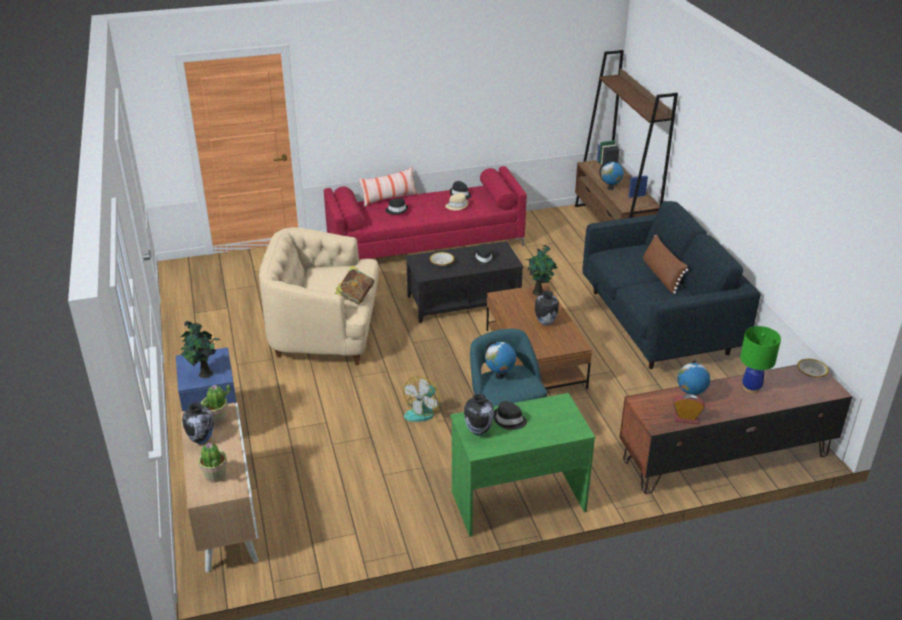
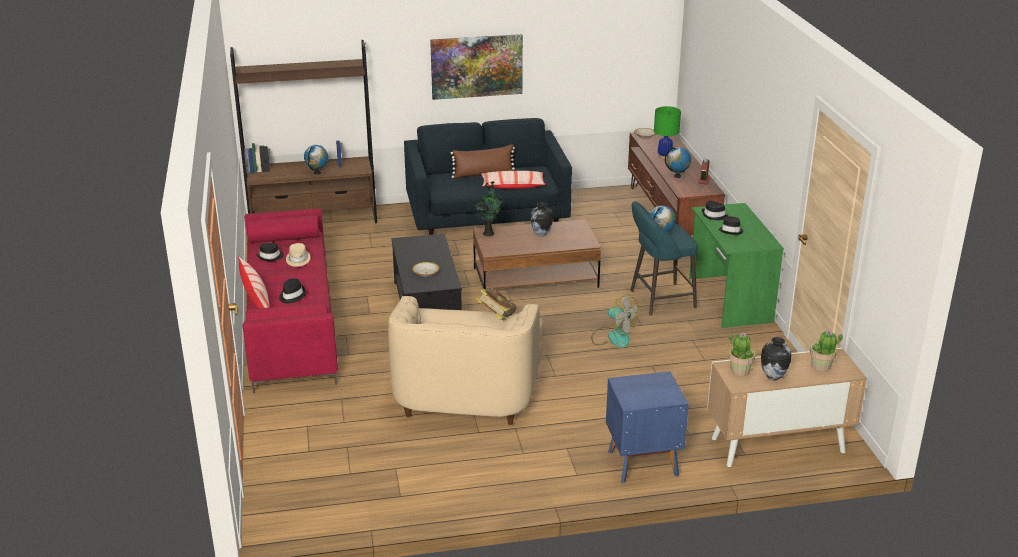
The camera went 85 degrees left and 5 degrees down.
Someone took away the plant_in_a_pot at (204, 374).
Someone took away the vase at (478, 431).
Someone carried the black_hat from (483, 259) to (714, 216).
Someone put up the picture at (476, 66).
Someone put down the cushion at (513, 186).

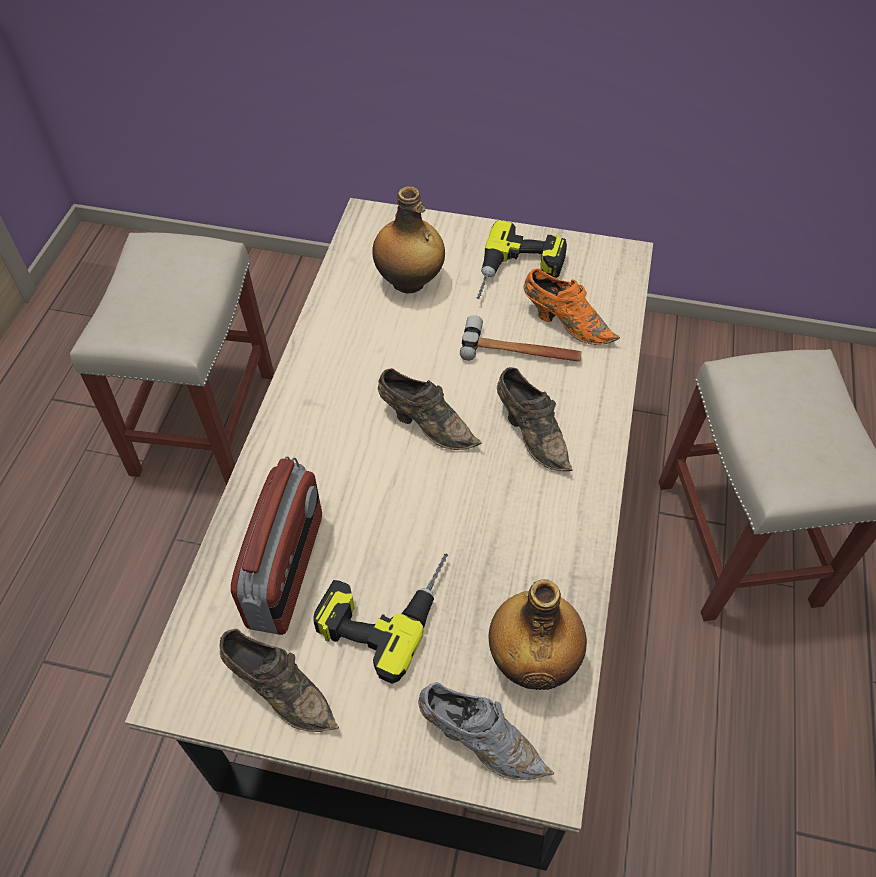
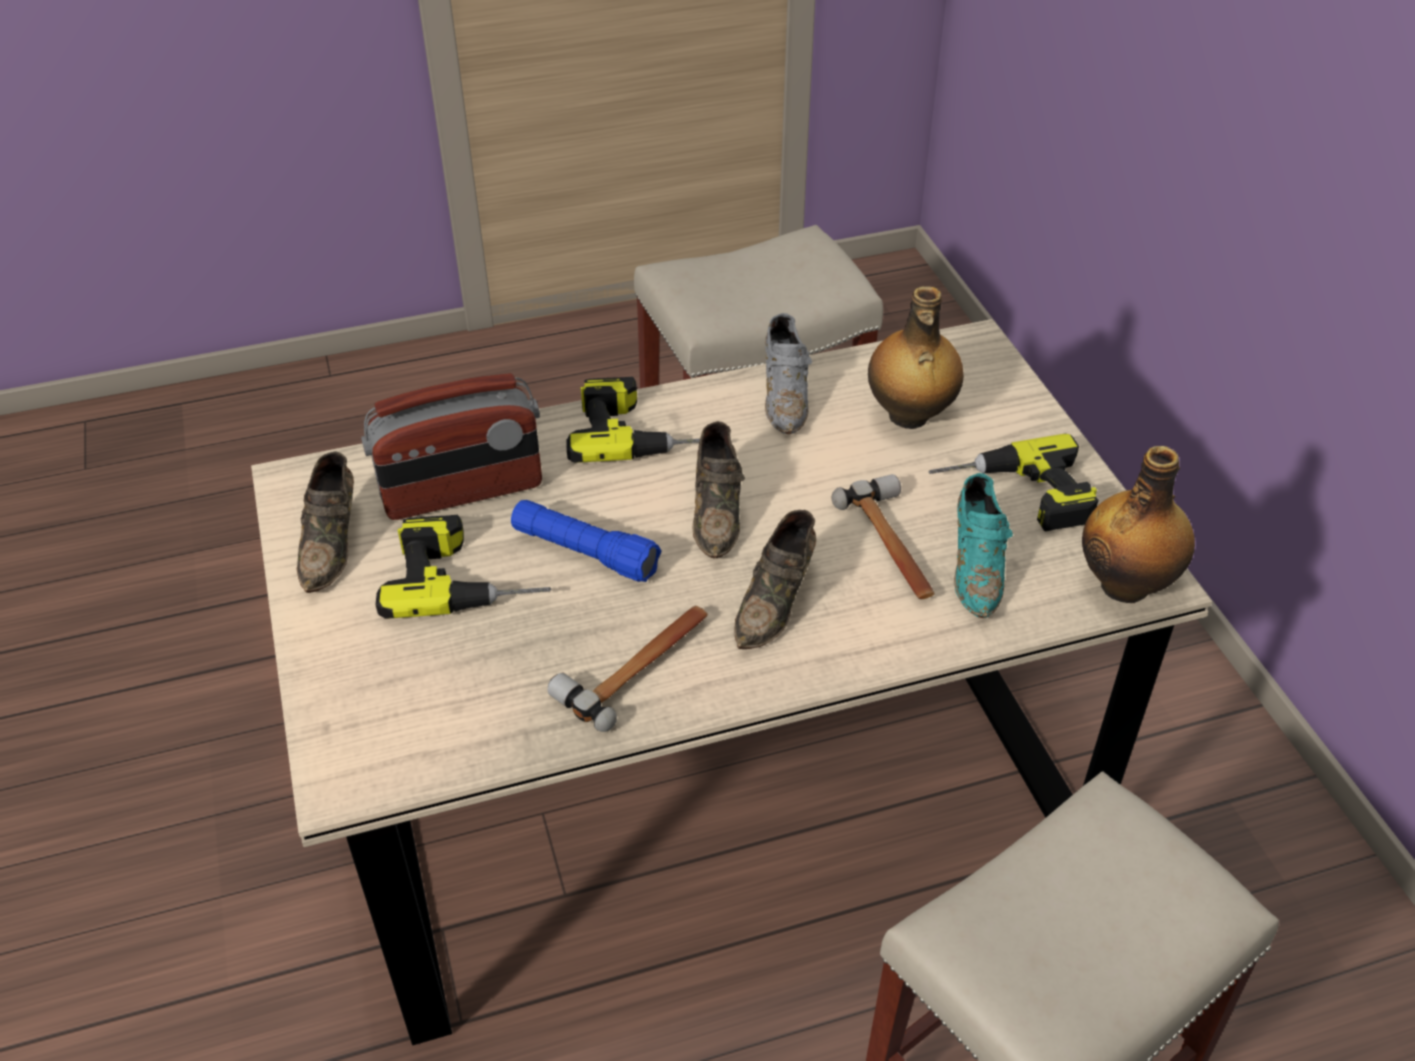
The camera went 60 degrees right and 10 degrees down.
Someone carried the greyish_item_of_footwear from (479, 739) to (785, 396).
Someone carried the beverage_bottle from (533, 660) to (1126, 584).
Someone repainted the orange_item_of_footwear at (565, 323), which became the turquoise-coloured_item_of_footwear at (976, 567).
Someone put down the blue_hand_torch at (585, 553).
Someone put down the hammer at (638, 665).
Someone put down the drill at (643, 430).

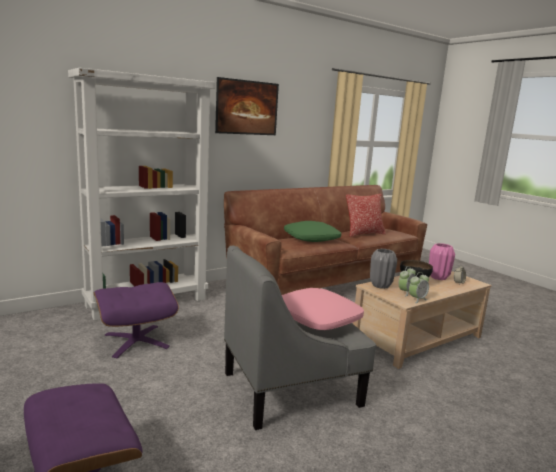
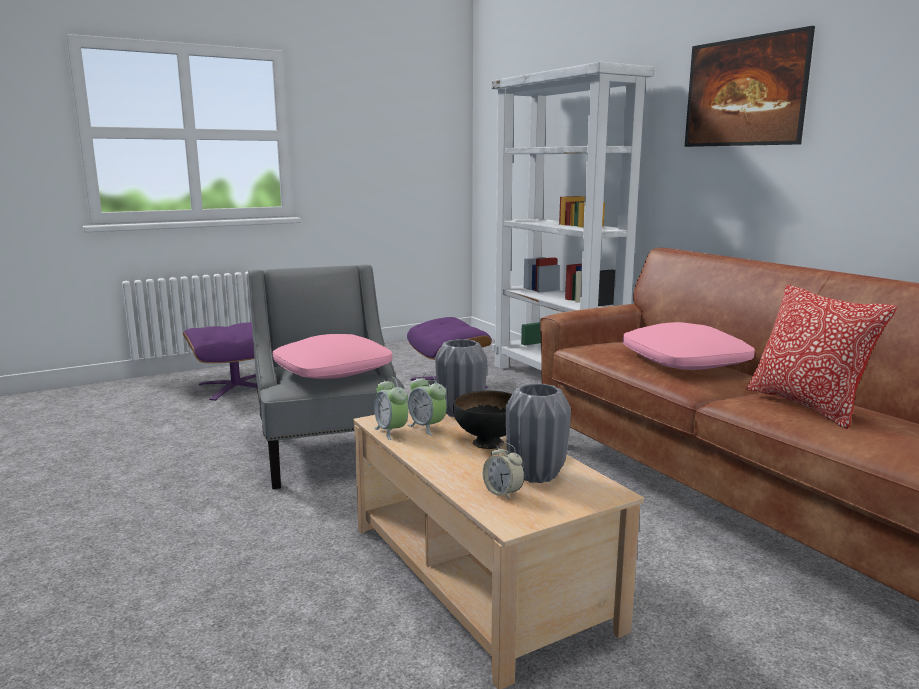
The camera went 95 degrees right and 0 degrees up.
Someone repainted the greenish_cushion at (311, 238), which became the pink_cushion at (685, 362).
Someone repainted the pink_vase at (438, 277), which became the greyish_vase at (535, 475).

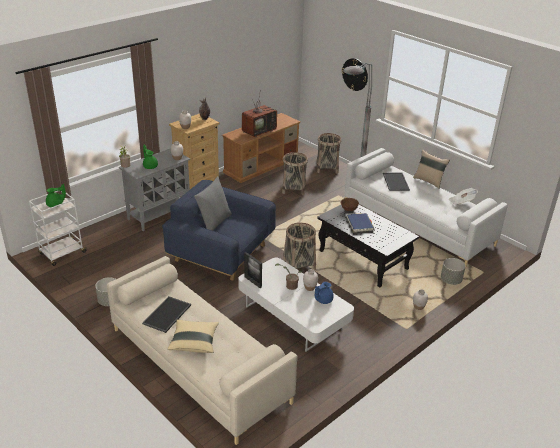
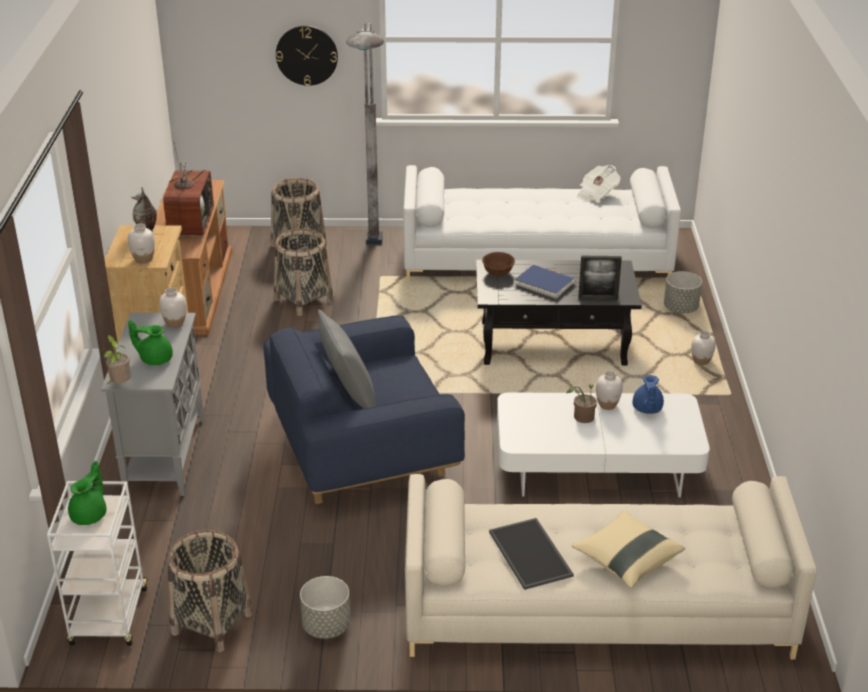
The camera went 45 degrees left and 0 degrees up.
Someone carried the standing_frame from (253, 282) to (598, 299).
Someone carried the basket from (299, 265) to (211, 623).
Someone took away the tray at (395, 181).
Someone took away the sand-coloured_cushion at (429, 181).

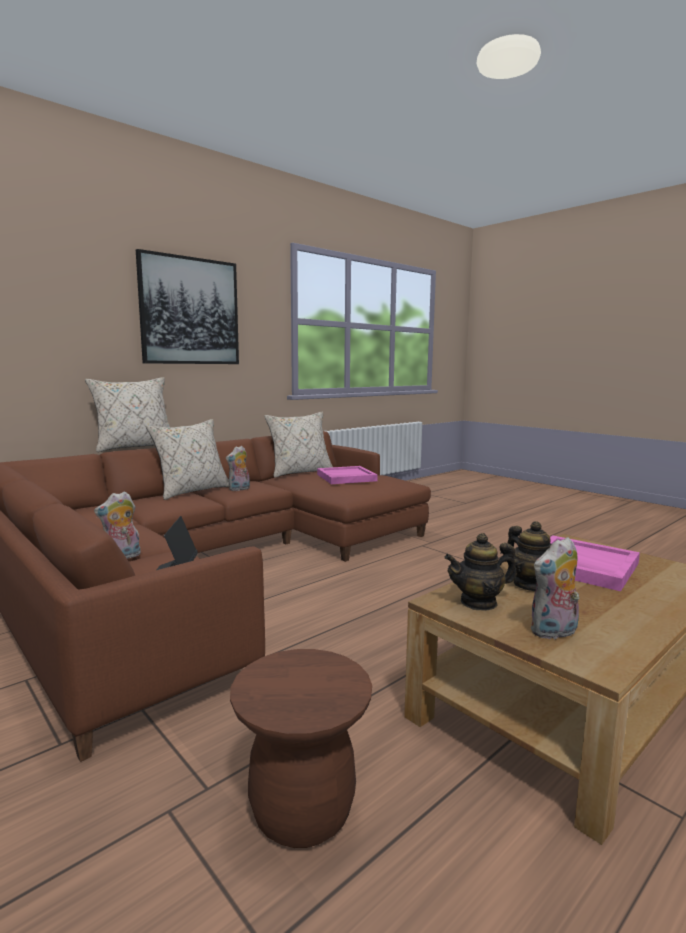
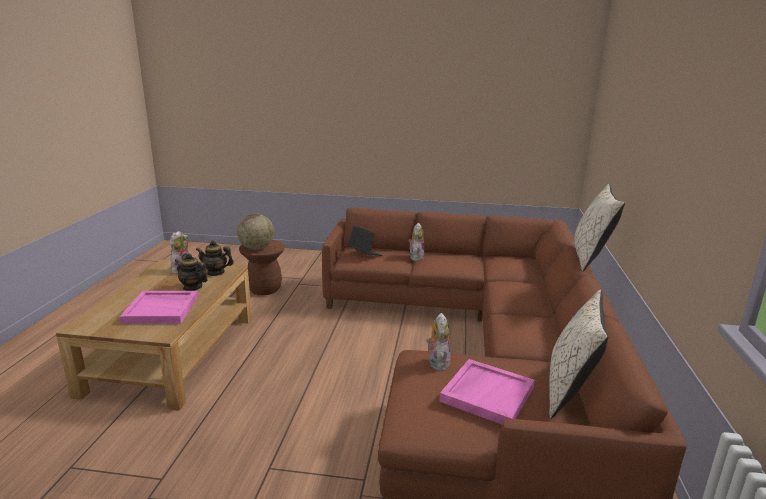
The camera went 140 degrees right and 10 degrees up.
Someone took away the picture at (190, 311).
Someone took away the sand-coloured_cushion at (191, 491).
Someone carried the soft_toy from (239, 489) to (437, 362).
Someone rotated the tea_pot at (479, 602) by 120 degrees counterclockwise.
Someone put down the world_globe at (256, 248).

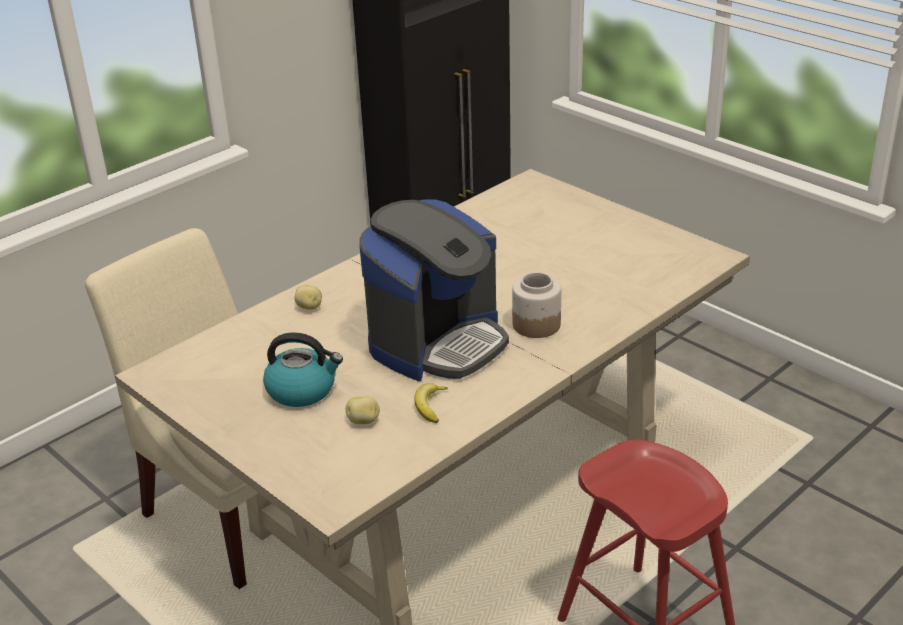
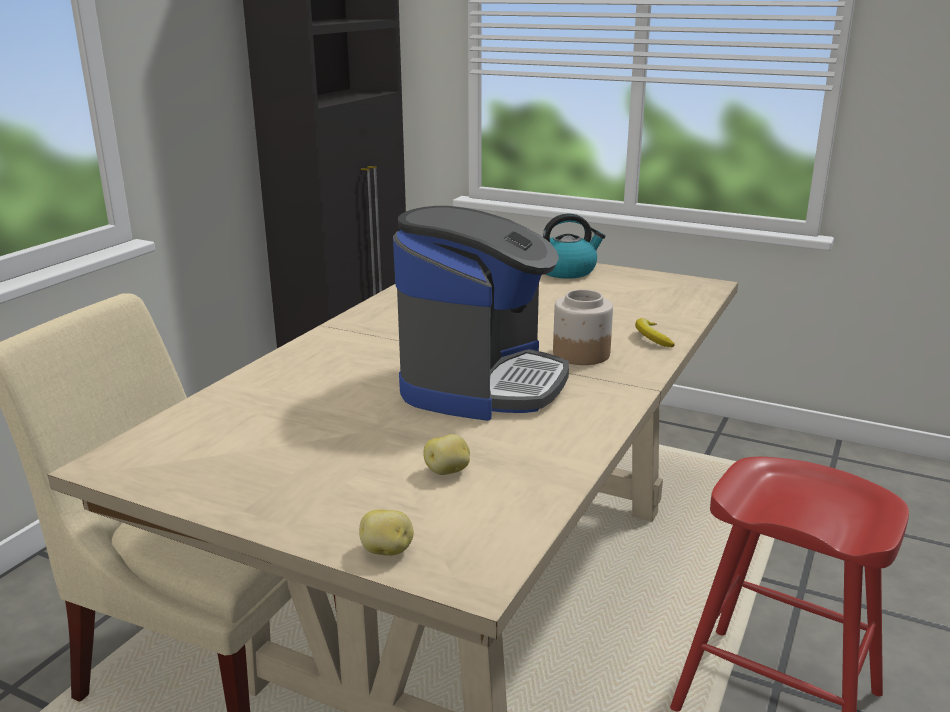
The camera went 20 degrees left and 10 degrees down.
Someone carried the kettle from (302, 390) to (567, 271).
Someone carried the spud from (309, 307) to (387, 551).
Someone carried the banana from (429, 406) to (651, 338).

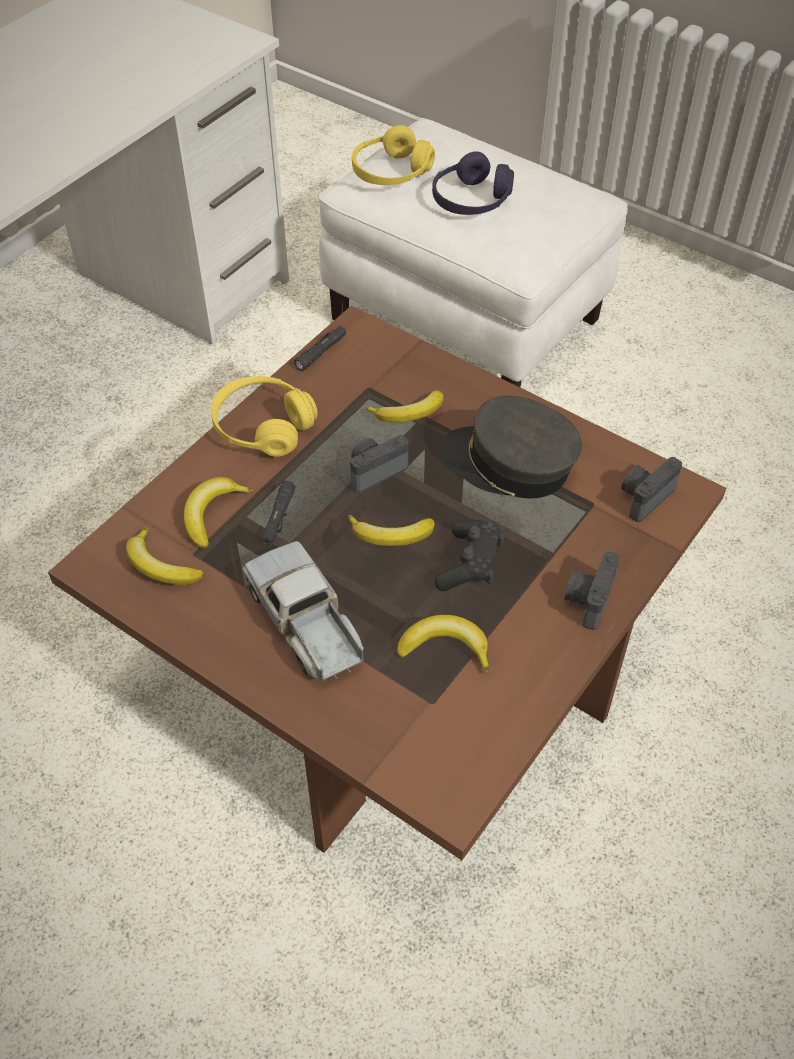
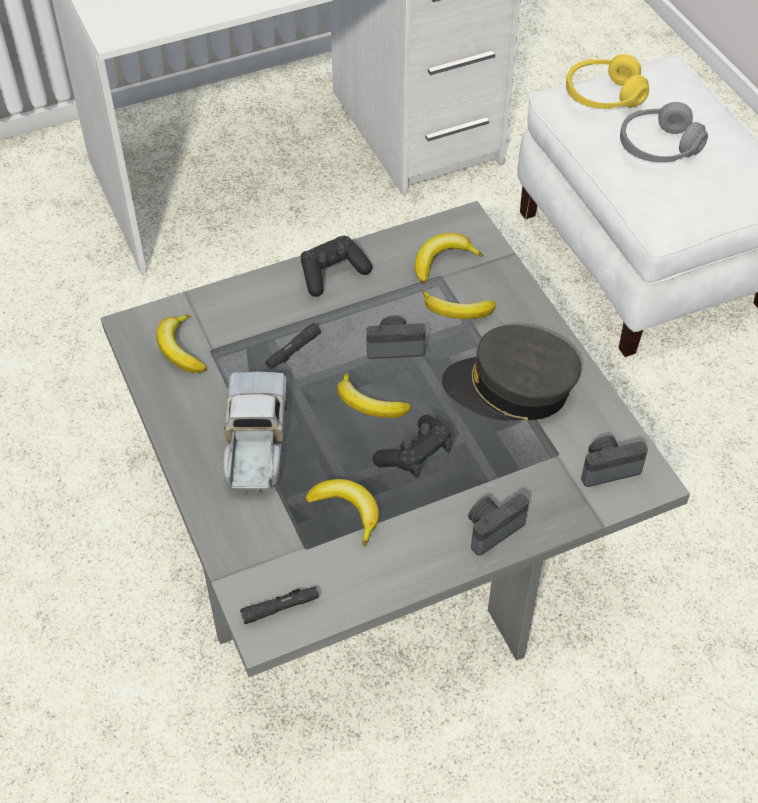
The camera went 30 degrees right and 0 degrees up.
Someone repainted the brownish_coffee_table at (397, 659), which became the greyish_coffee_table at (378, 523).
Someone carried the banana from (212, 514) to (442, 261).
Someone swapped the yellow-coloured_headset at (263, 427) for the black_gamepad at (332, 274).
Someone carried the black_hand_torch from (321, 352) to (280, 607).
Someone repainted the purple-coloured_headset at (471, 200), which became the greyish_headset at (658, 147).
Someone rotated the greyish_cap at (509, 464) by 45 degrees counterclockwise.

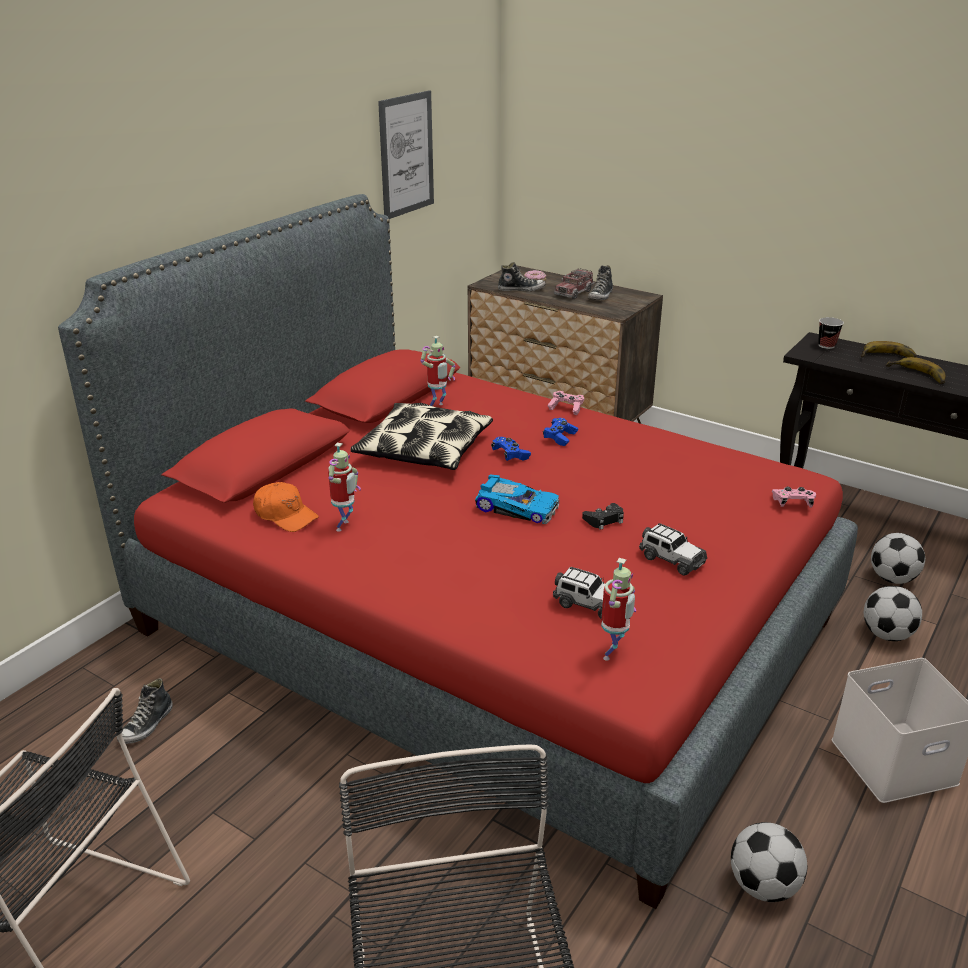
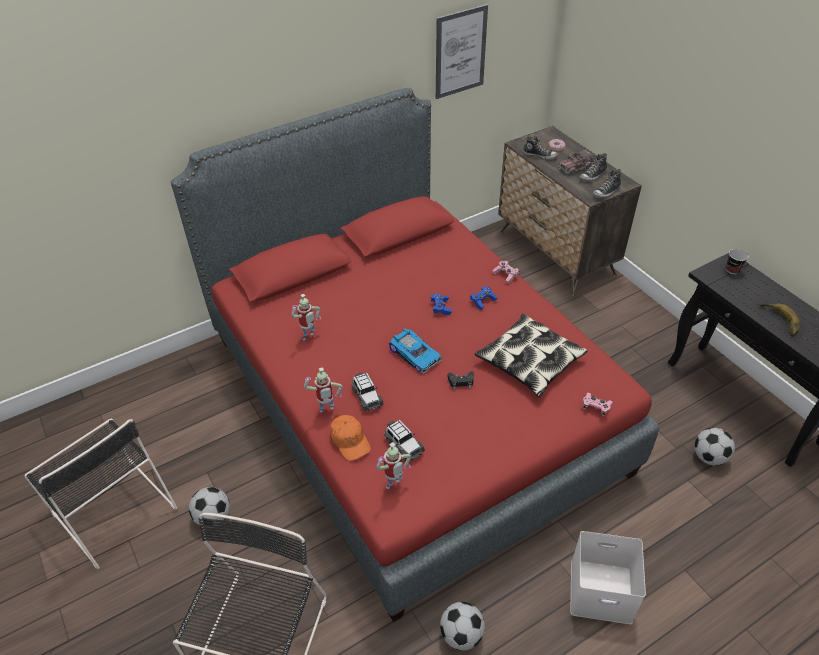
The camera went 25 degrees right and 15 degrees up.
Someone carried the item_of_footwear from (147, 725) to (606, 192).
Someone carried the orange_cap from (285, 515) to (350, 440).
Someone carried the cushion from (424, 450) to (529, 361).
Someone carried the model_robot from (437, 407) to (326, 411).
Someone carried the toy_car from (671, 560) to (367, 397).
Someone took away the banana at (887, 357).
Someone carried the ball_for_football from (887, 634) to (213, 517).

